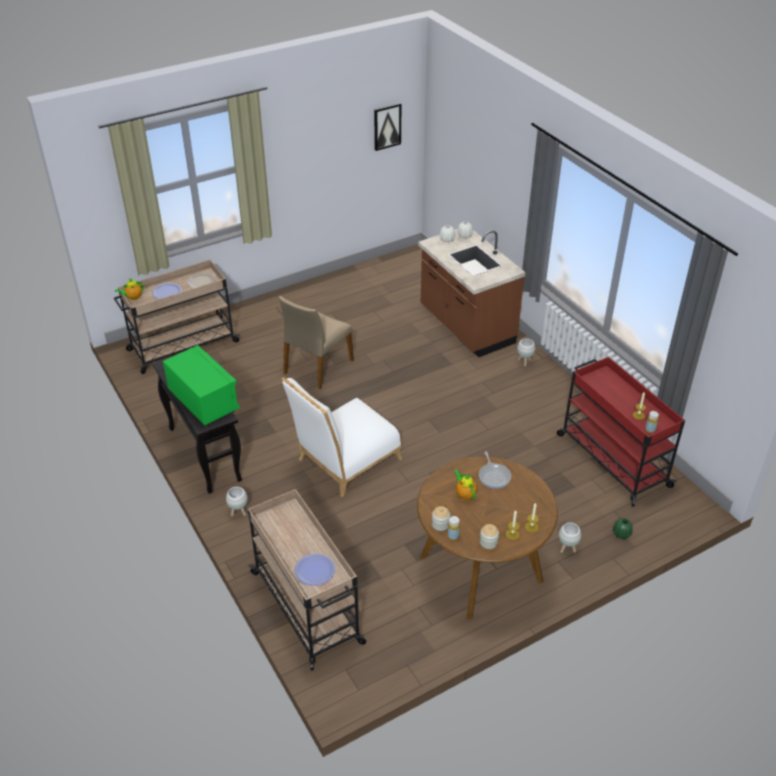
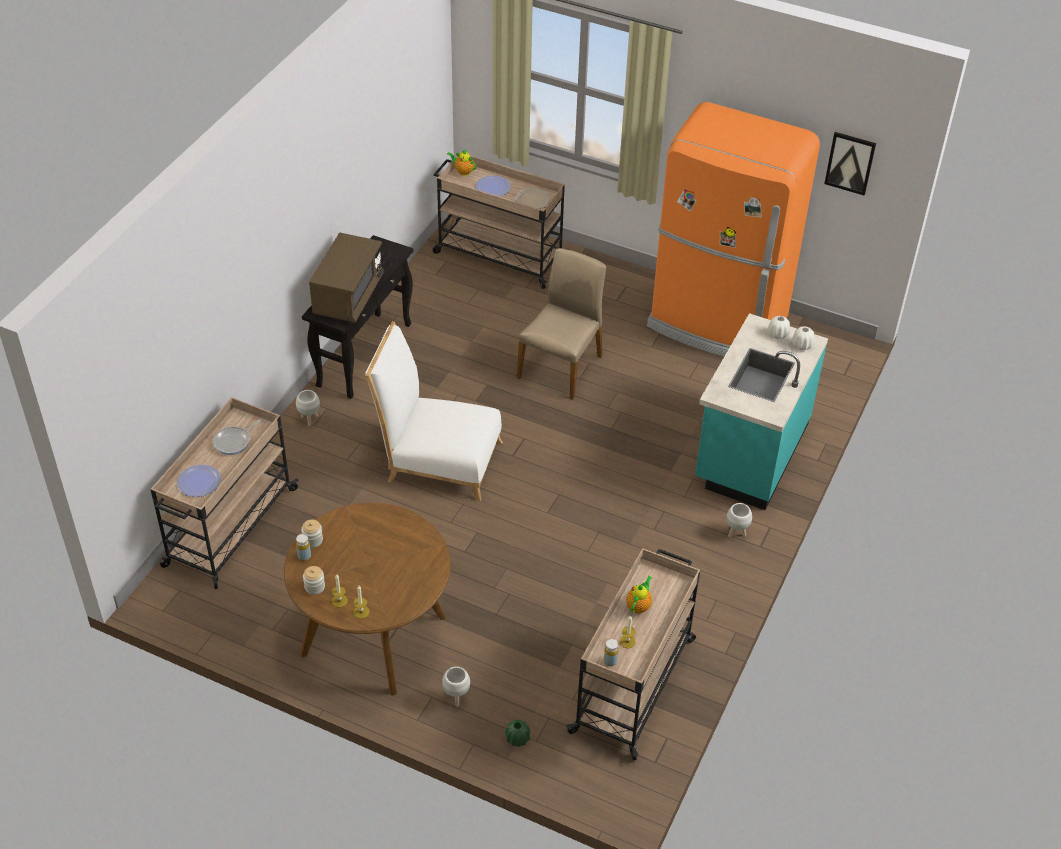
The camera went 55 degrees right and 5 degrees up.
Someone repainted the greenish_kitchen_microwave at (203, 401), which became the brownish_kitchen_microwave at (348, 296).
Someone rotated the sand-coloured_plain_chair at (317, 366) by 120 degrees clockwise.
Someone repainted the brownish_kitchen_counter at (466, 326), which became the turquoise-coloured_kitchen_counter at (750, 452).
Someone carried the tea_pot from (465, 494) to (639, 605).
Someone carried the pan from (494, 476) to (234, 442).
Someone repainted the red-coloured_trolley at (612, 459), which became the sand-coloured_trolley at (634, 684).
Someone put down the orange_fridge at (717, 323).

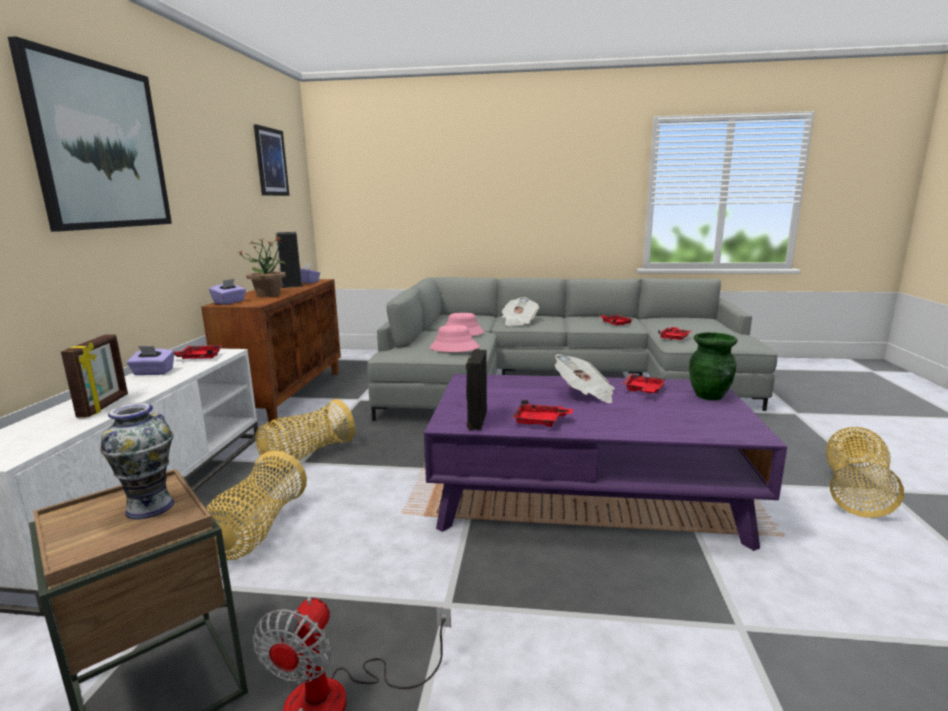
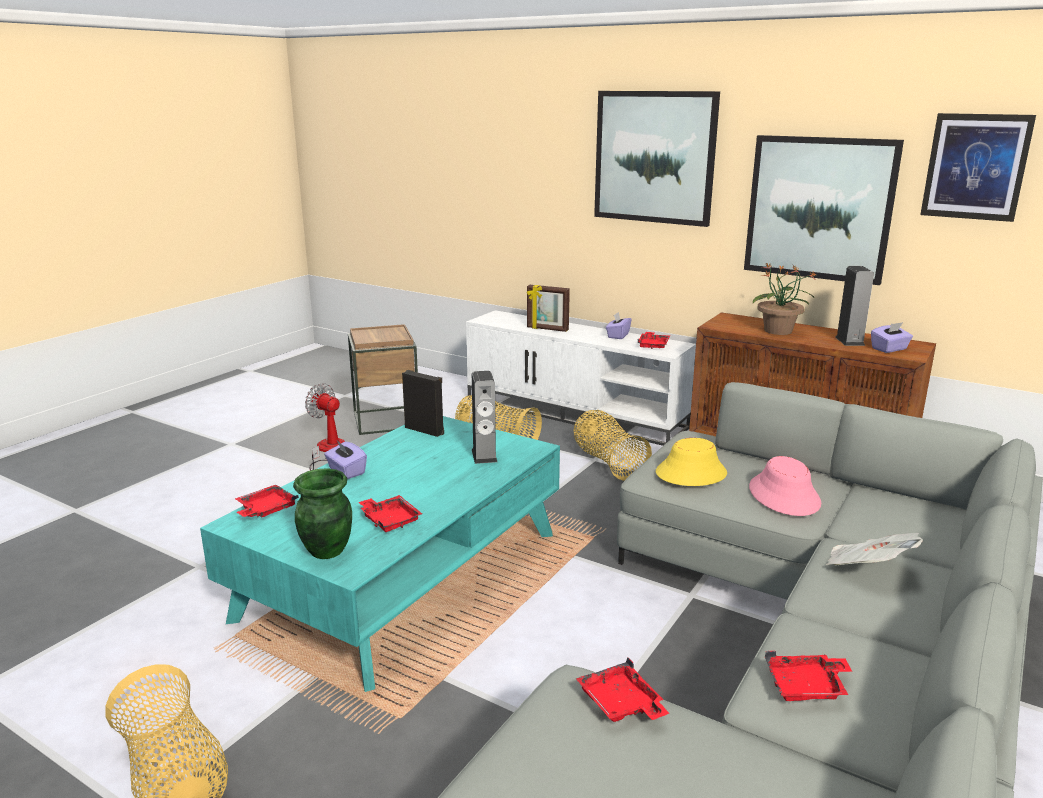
The camera went 115 degrees right and 5 degrees up.
Someone took away the vase at (150, 507).
Someone carried the purple-coloured_tissue_holder from (229, 302) to (346, 471).
Someone repainted the purple-coloured_coffee_table at (587, 492), which became the turquoise-coloured_coffee_table at (403, 575).
Someone repainted the pink_hat at (454, 348), which became the yellow-coloured_hat at (691, 473).
Someone carried the red-coloured_tray from (540, 422) to (266, 510).
Someone took away the printed_paper at (585, 394).
Someone put down the loudspeaker at (484, 455).
Someone put up the picture at (819, 208).

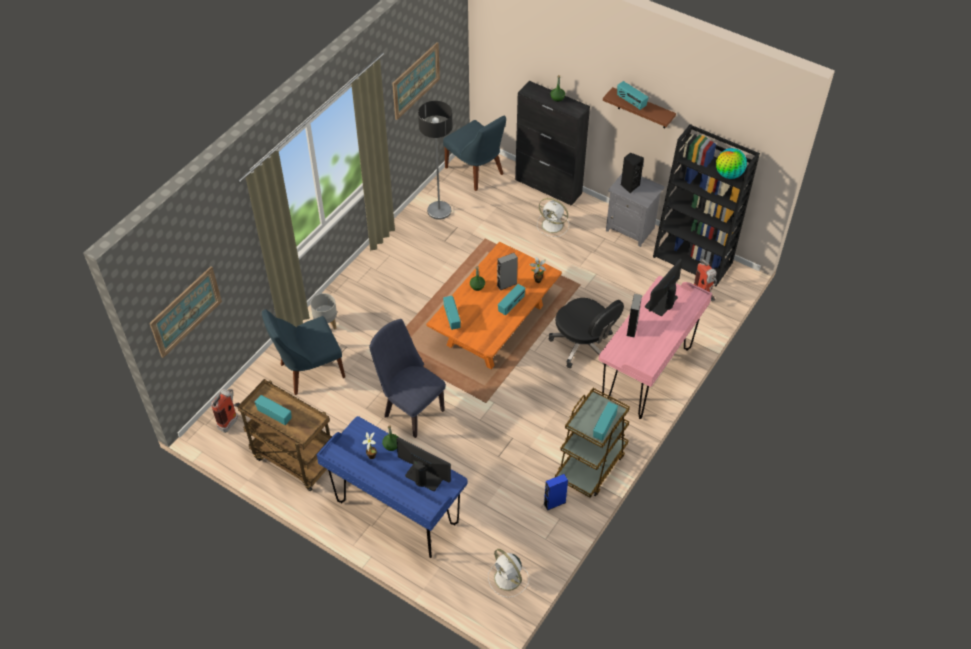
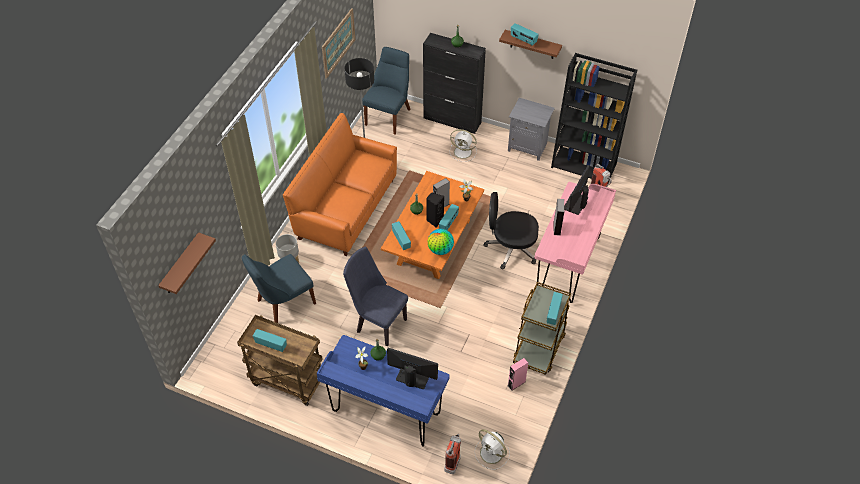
The camera went 10 degrees left and 0 degrees up.
Someone swapped the picture at (186, 311) for the brownish_shelf at (181, 265).
Someone carried the extinguisher from (231, 420) to (453, 461).
Someone rotated the blue_plain_chair at (476, 172) by 105 degrees counterclockwise.
Someone repainted the blue_loudspeaker at (554, 503), which became the pink_loudspeaker at (516, 383).
Someone rotated the black_computer_chair at (583, 345) by 150 degrees clockwise.
Someone carried the black_loudspeaker from (629, 185) to (434, 220).
Someone carried the world_globe from (728, 174) to (440, 250).
Someone put down the orange_settee at (346, 209).

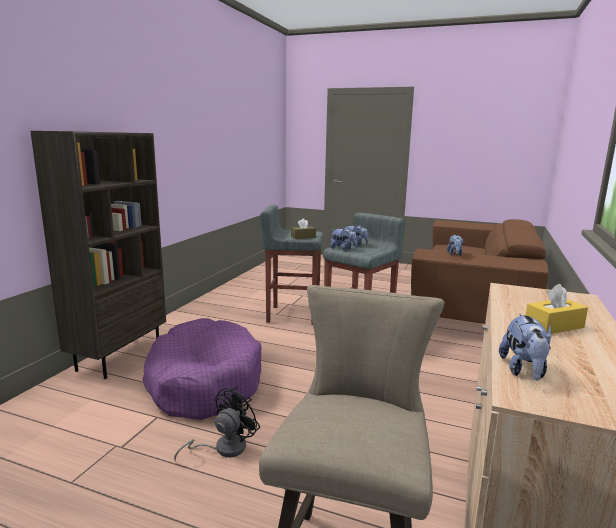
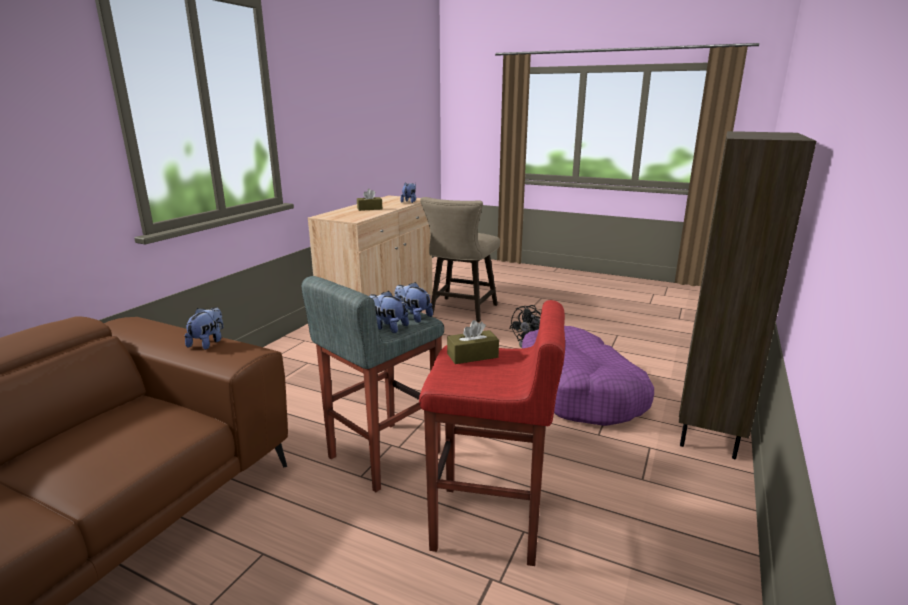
The camera went 175 degrees left and 5 degrees up.
Someone repainted the greyish_stool_seat at (292, 315), which became the red-coloured_stool_seat at (489, 525).
Someone repainted the yellow-coloured_tissue_holder at (554, 326), which became the brownish_tissue_holder at (369, 208).

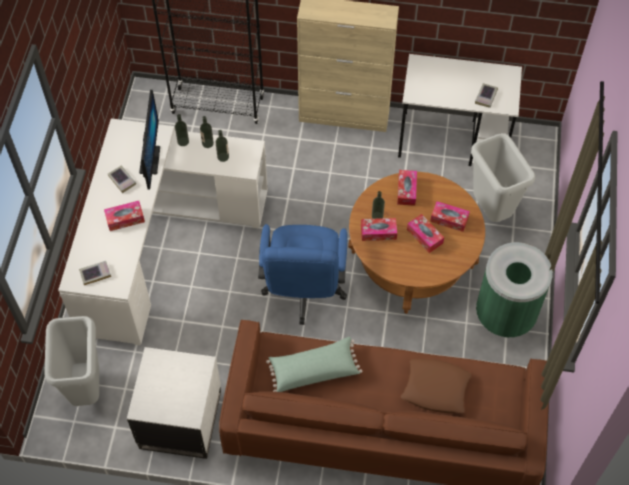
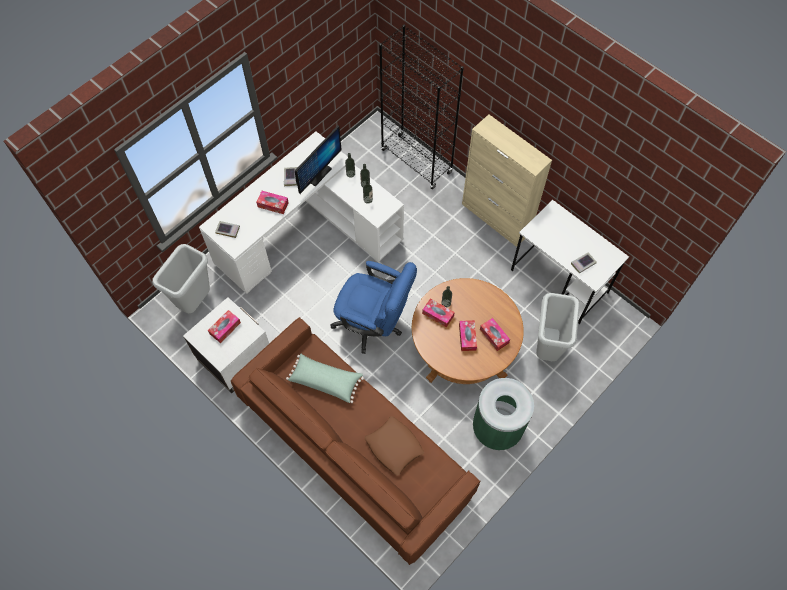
The camera went 35 degrees right and 5 degrees up.
Someone rotated the blue_computer_chair at (303, 292) by 105 degrees counterclockwise.
Someone carried the tissue_holder from (406, 190) to (225, 328).

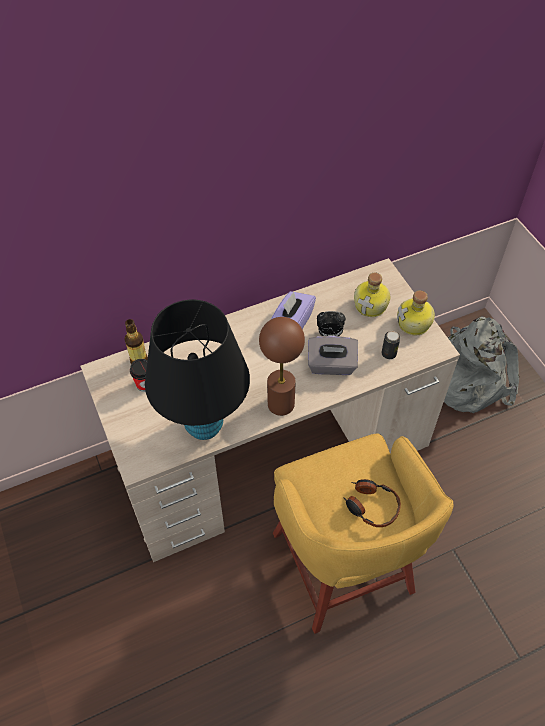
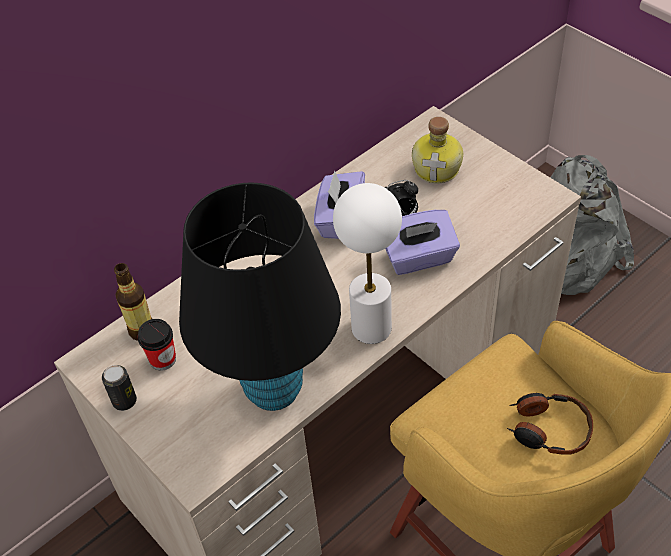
The camera went 15 degrees left and 5 degrees down.
Someone repainted the brownish_lamp_for_a_table at (281, 404), which became the whitish_lamp_for_a_table at (372, 328).
Someone repainted the greyish_tissue_holder at (331, 365), which became the purple-coloured_tissue_holder at (419, 258).
Someone carried the metal_can from (388, 354) to (124, 401).
Someone took away the beverage_bottle at (414, 324).

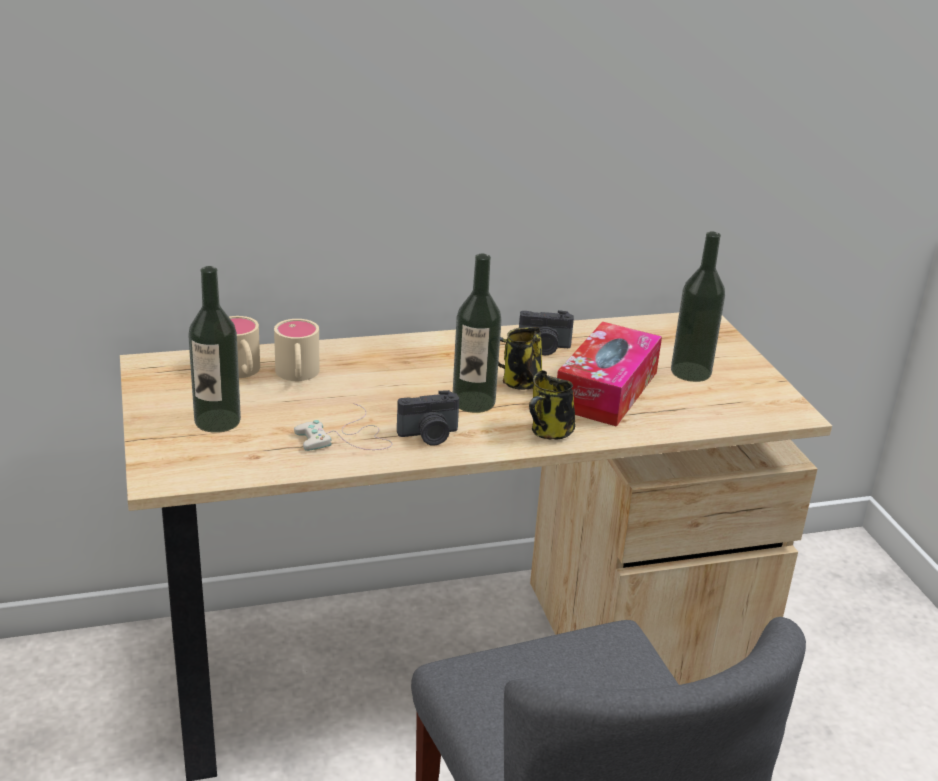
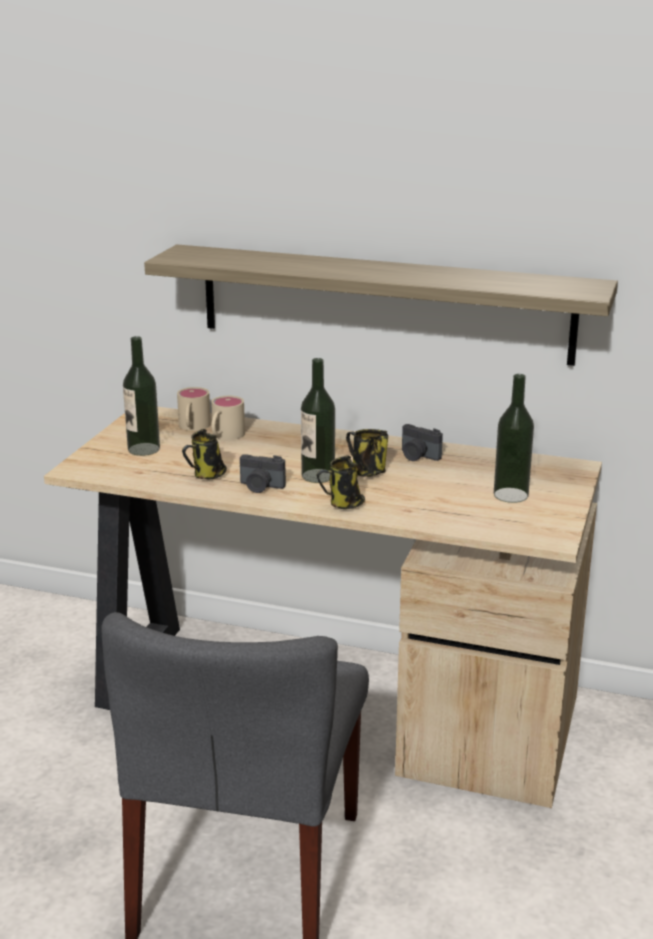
The camera went 35 degrees right and 5 degrees down.
Someone swapped the whitish_gamepad at (347, 438) for the tea_mug at (207, 476).
Someone took away the tissue_holder at (606, 390).
Someone put up the shelf at (384, 303).

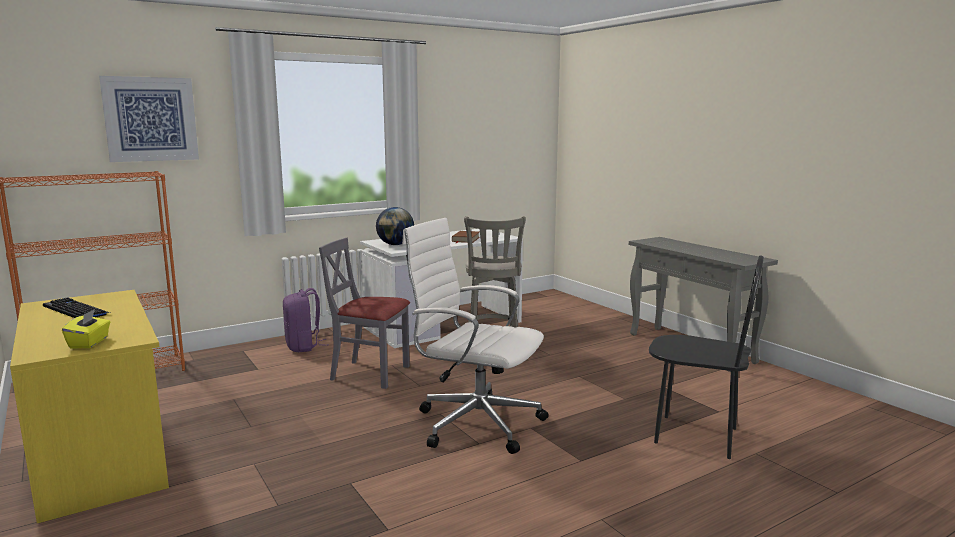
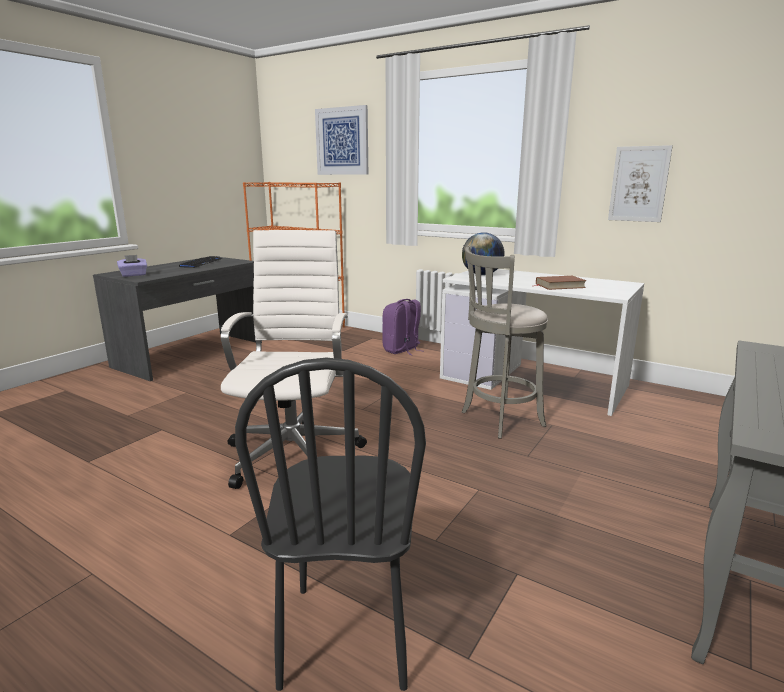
The camera went 65 degrees right and 5 degrees up.
Someone repainted the yellow-coloured_desk_table at (101, 453), which became the greyish_desk_table at (191, 354).
Someone repainted the yellow-coloured_tissue_holder at (89, 343), which became the purple-coloured_tissue_holder at (134, 275).
Someone took away the greyish_plain_chair at (370, 373).
Someone put up the picture at (639, 184).

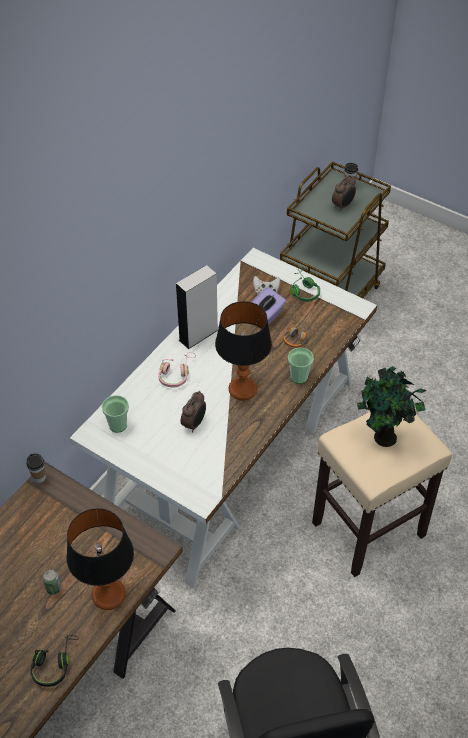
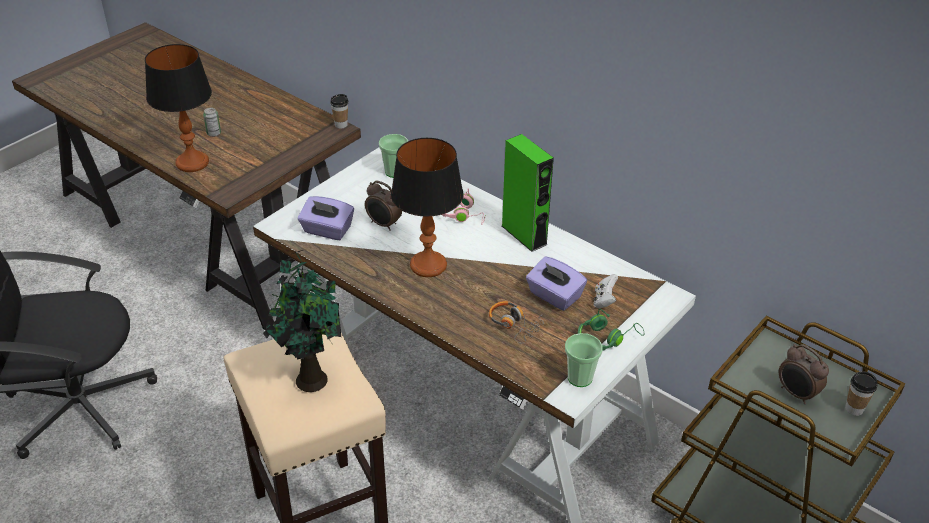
The camera went 95 degrees right and 10 degrees down.
Someone took away the black_headset at (54, 663).
Someone repainted the greyish_loudspeaker at (198, 335), which became the greenish_loudspeaker at (524, 235).
Someone carried the cup from (299, 377) to (580, 378).
Someone put down the purple-coloured_tissue_holder at (327, 230).

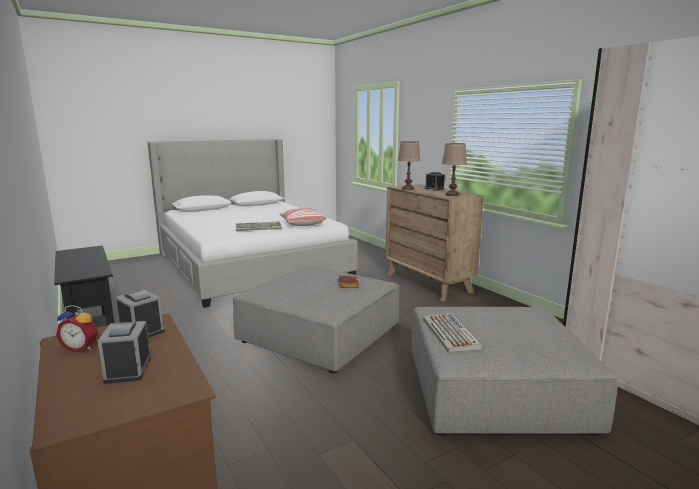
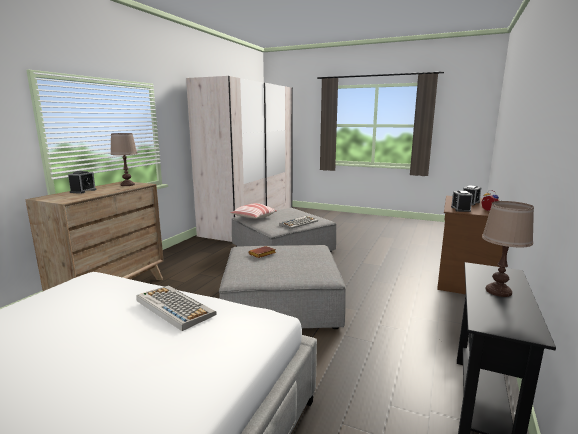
The camera went 125 degrees left and 0 degrees up.
Someone carried the cushion from (302, 224) to (253, 218).
Someone carried the brownish_lamp_for_a_table from (408, 189) to (498, 291).

